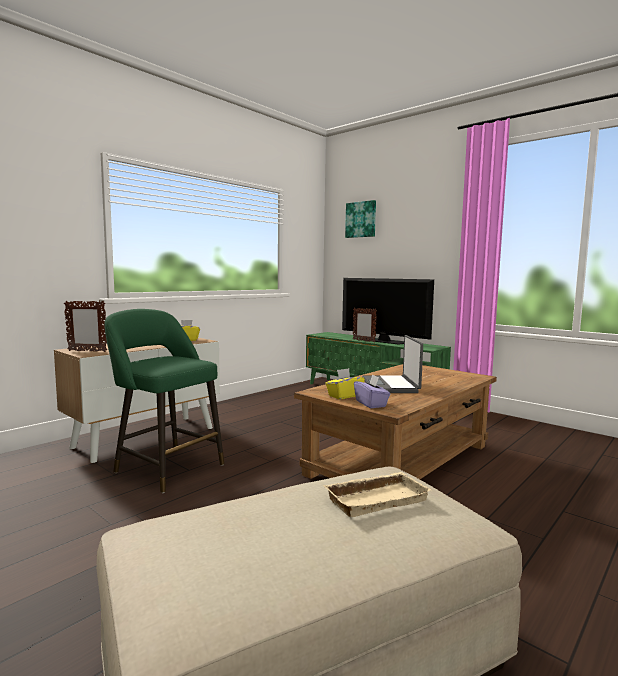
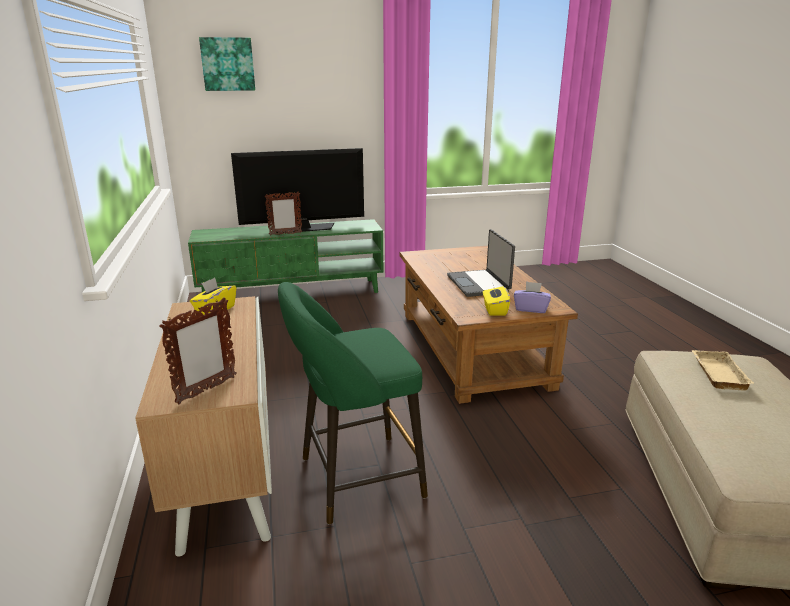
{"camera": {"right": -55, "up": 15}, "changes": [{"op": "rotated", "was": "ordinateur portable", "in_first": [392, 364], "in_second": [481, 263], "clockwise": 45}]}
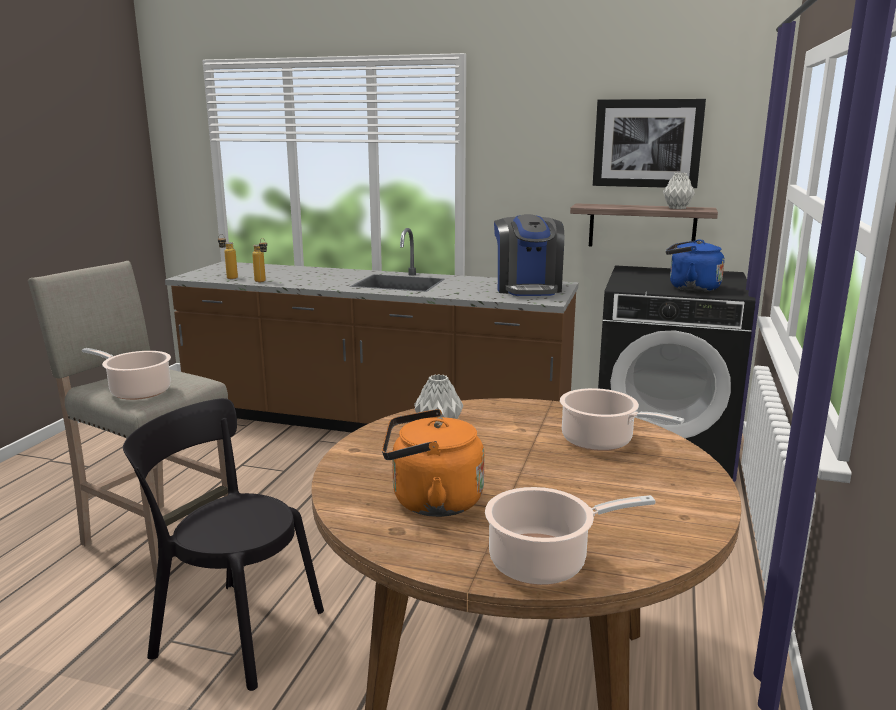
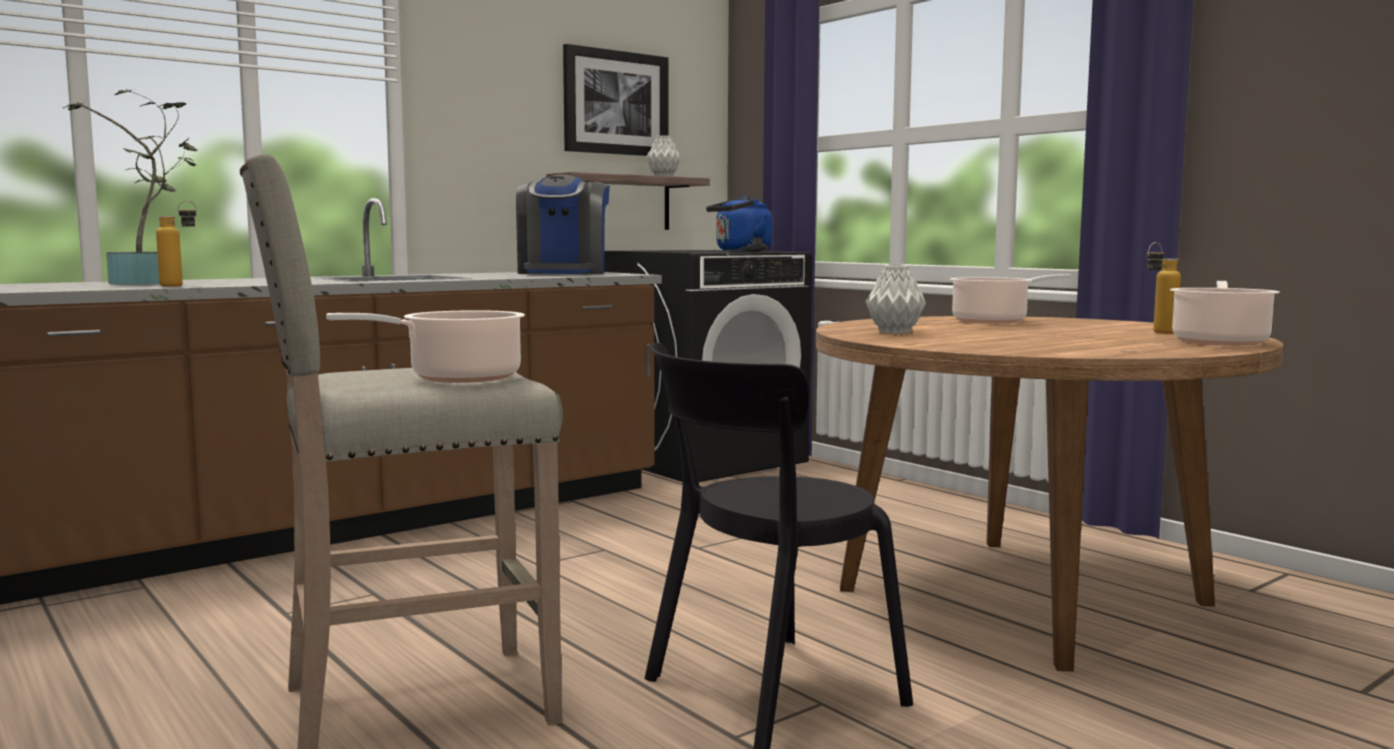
{"camera": {"right": -55, "up": -10}, "changes": [{"op": "new", "now": "plante en pot", "in_second": [130, 187]}, {"op": "rotated", "was": "machine à café", "in_first": [529, 255], "in_second": [563, 224], "clockwise": 60}, {"op": "shifted", "was": "bouteille", "in_first": [228, 256], "in_second": [1163, 288]}, {"op": "gone", "was": "bouilloire [orange]", "in_first": [433, 463]}]}
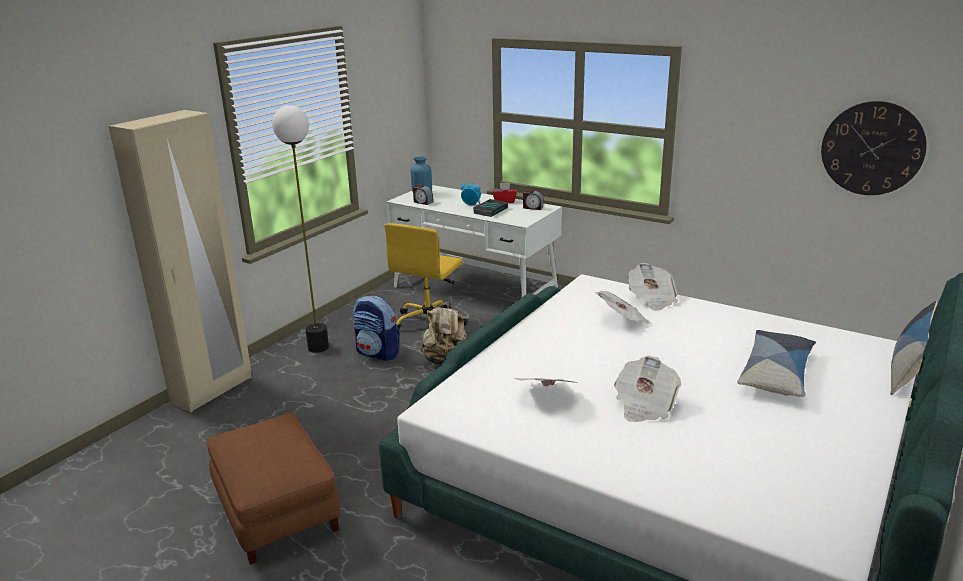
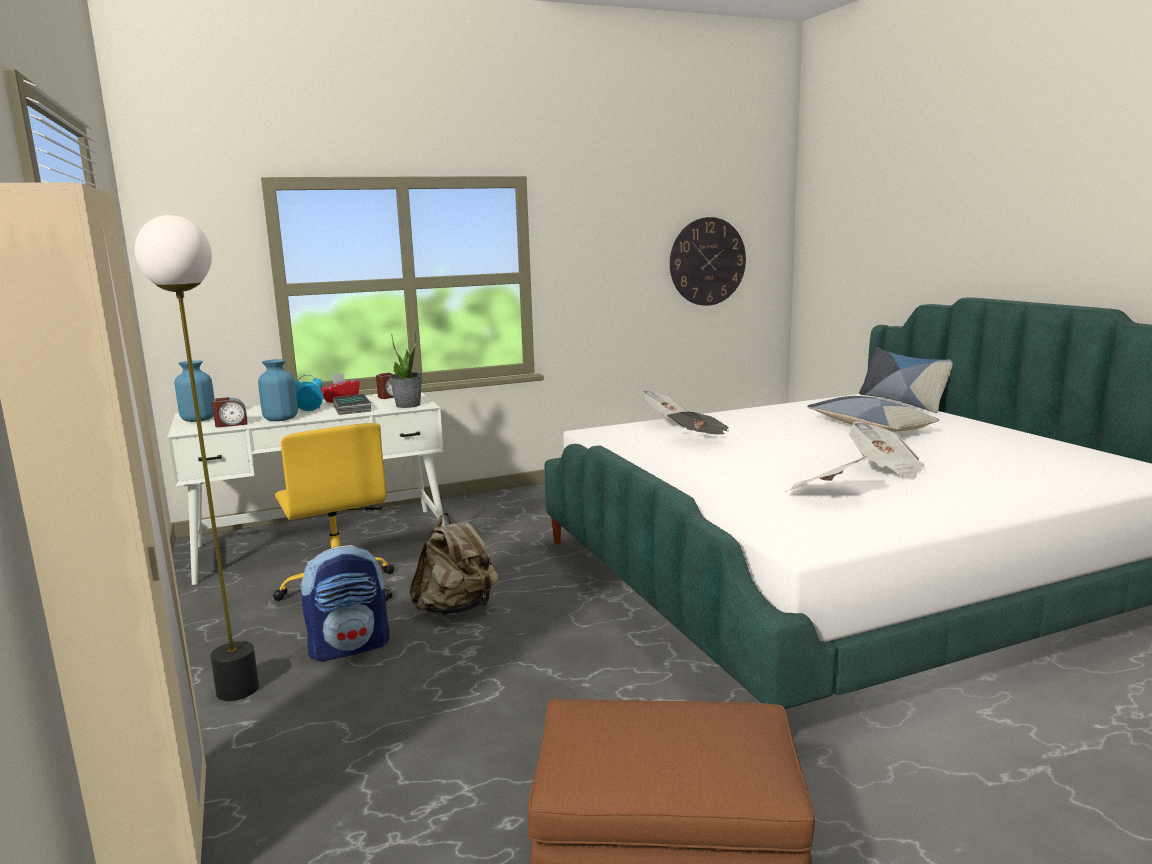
{"camera": {"right": -55, "up": -10}, "changes": [{"op": "new", "now": "vase [bleu]", "in_second": [278, 390]}, {"op": "new", "now": "plante en pot", "in_second": [406, 369]}]}
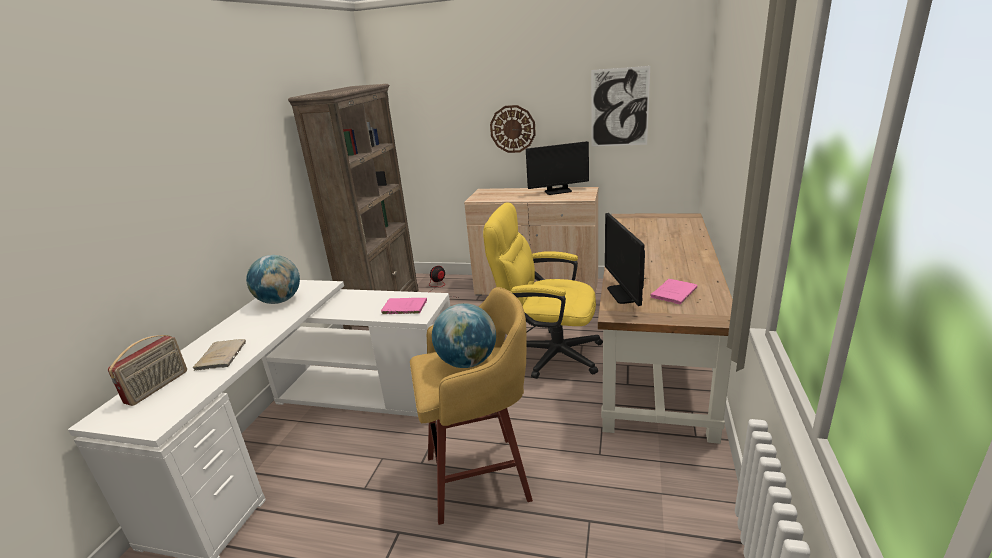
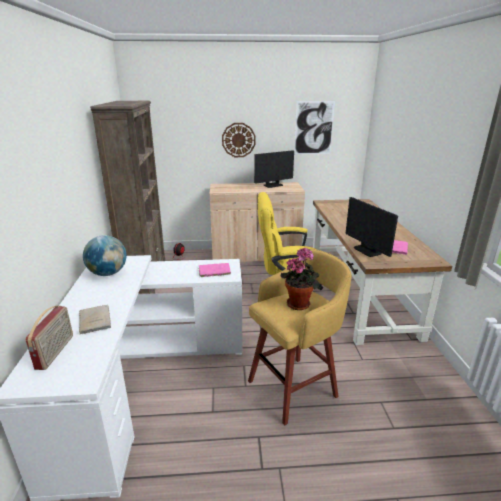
{"camera": {"right": -20, "up": 0}, "changes": [{"op": "swapped", "was": "globe", "now": "plante en pot", "in_first": [464, 335], "in_second": [300, 279]}]}
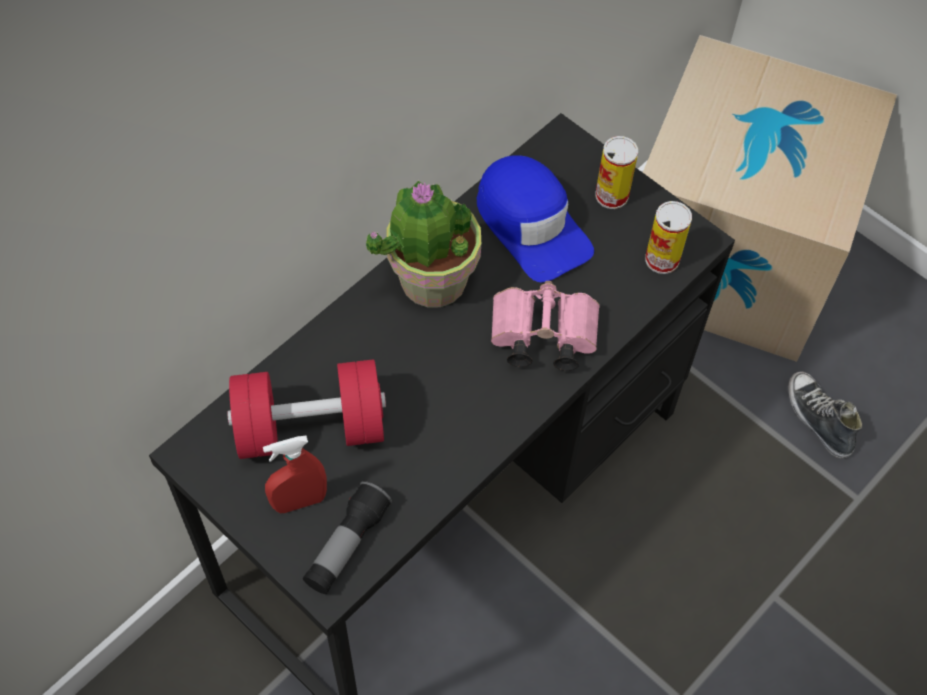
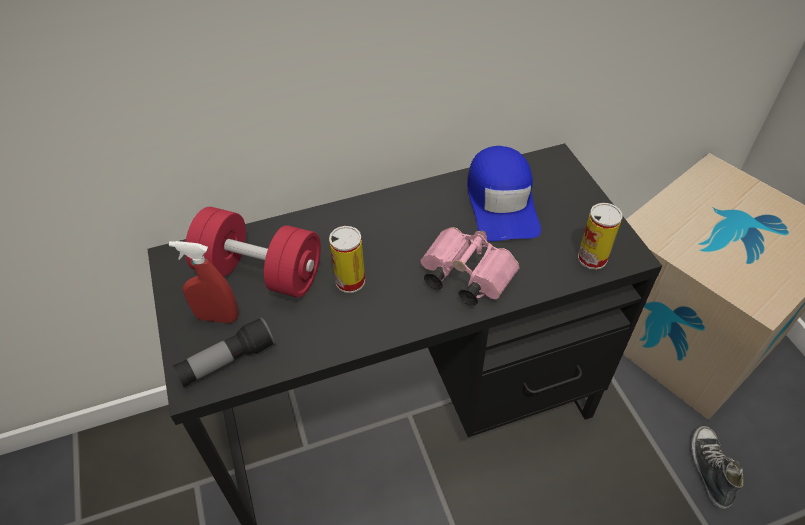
{"camera": {"right": 30, "up": -10}, "changes": [{"op": "shifted", "was": "boîte métallique", "in_first": [616, 172], "in_second": [347, 259]}, {"op": "gone", "was": "plante en pot", "in_first": [423, 243]}]}
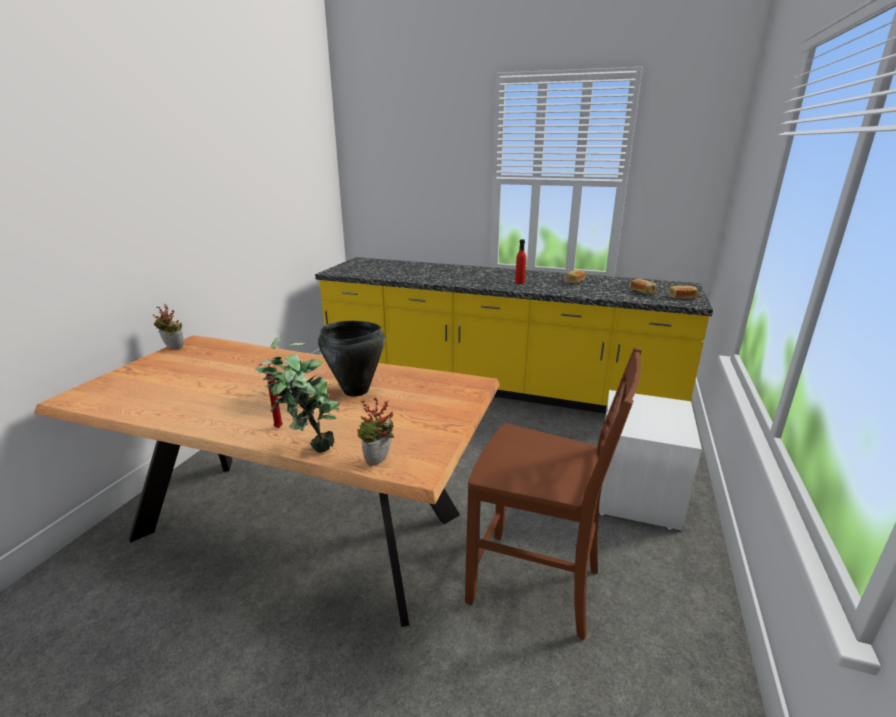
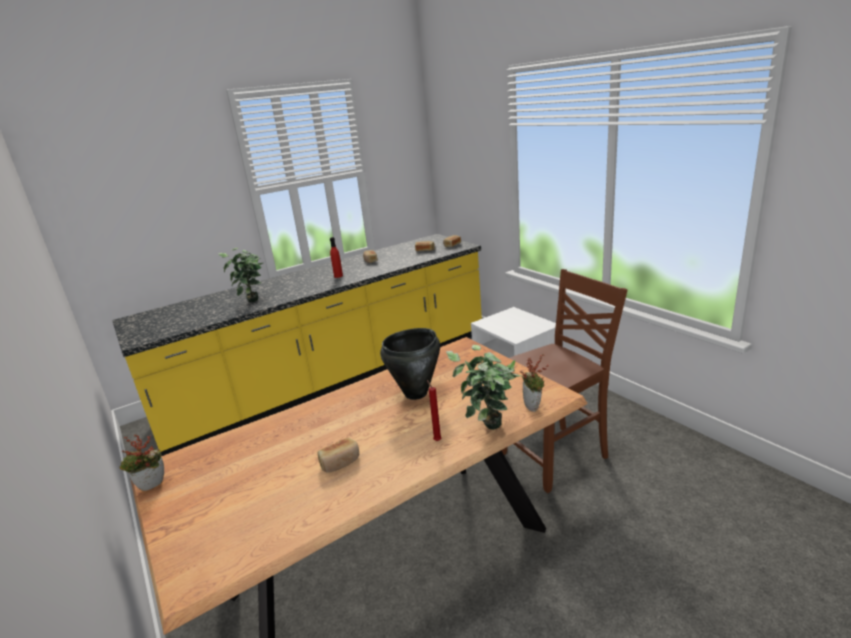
{"camera": {"right": -50, "up": 0}, "changes": [{"op": "new", "now": "plante en pot", "in_second": [240, 275]}, {"op": "new", "now": "pain", "in_second": [338, 455]}]}
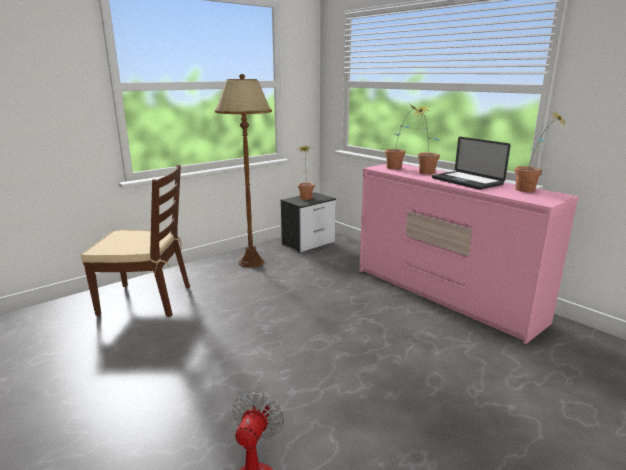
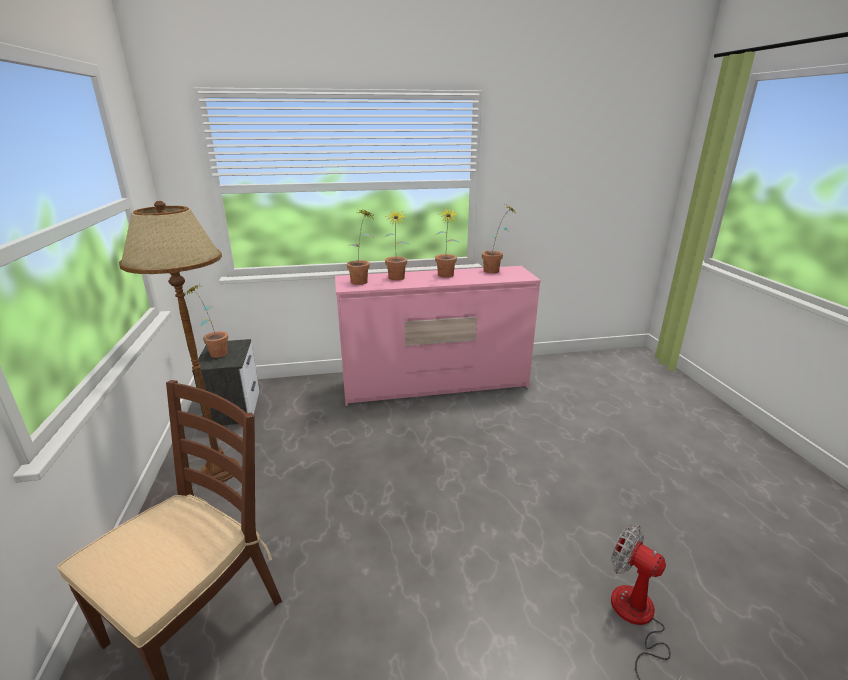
{"camera": {"right": -60, "up": 5}, "changes": [{"op": "swapped", "was": "ordinateur portable", "now": "plante en pot", "in_first": [471, 163], "in_second": [447, 242]}]}
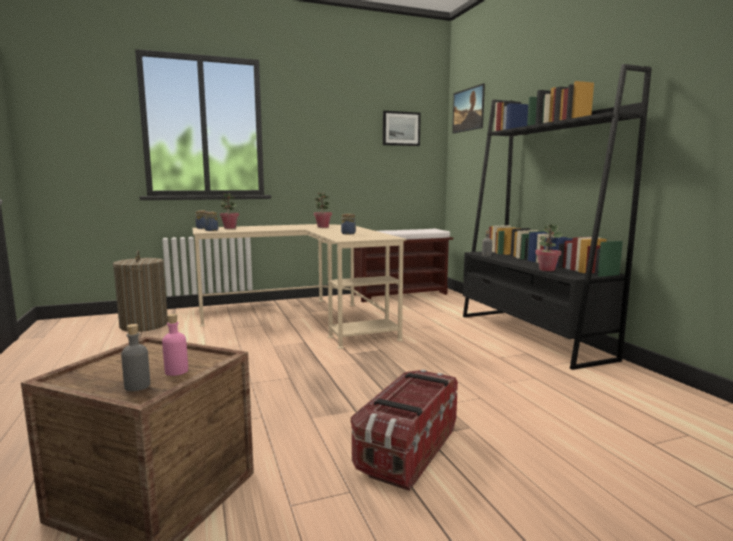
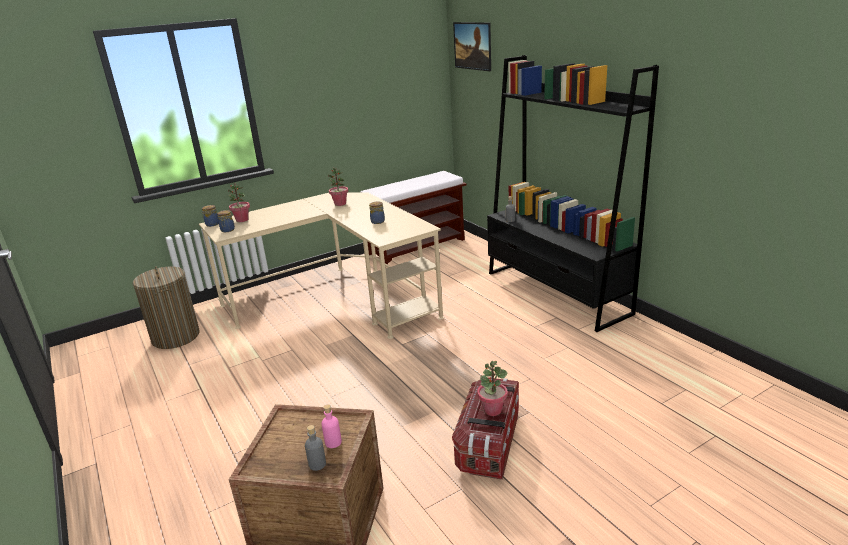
{"camera": {"right": -10, "up": 15}, "changes": [{"op": "shifted", "was": "plante en pot", "in_first": [549, 247], "in_second": [492, 388]}, {"op": "gone", "was": "tableau", "in_first": [402, 128]}]}
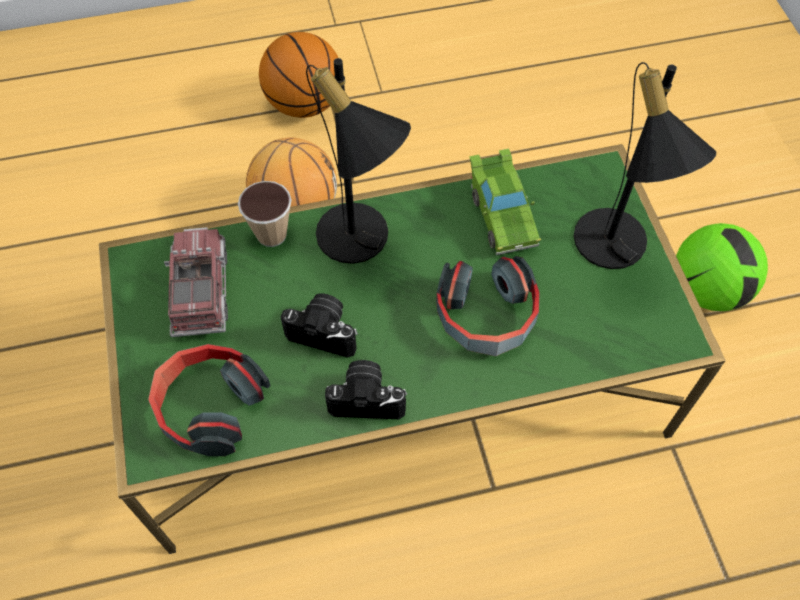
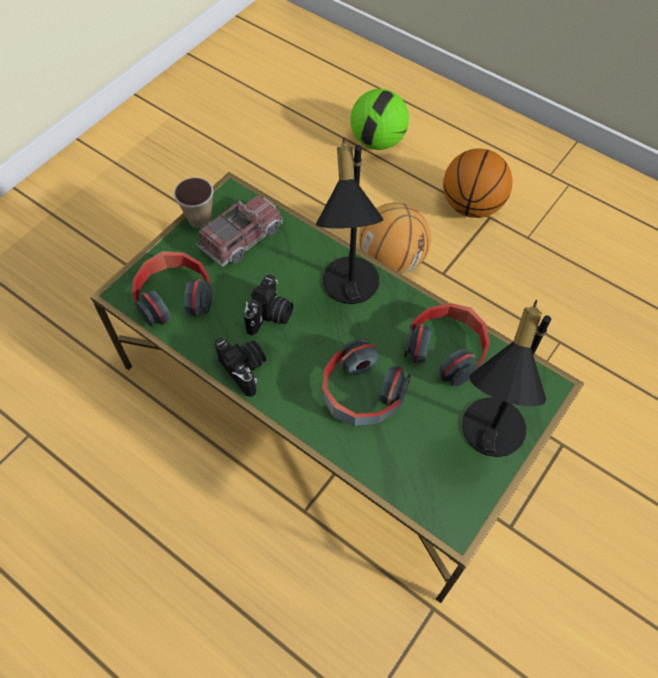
{"camera": {"right": 50, "up": 0}, "changes": [{"op": "shifted", "was": "tasse", "in_first": [265, 214], "in_second": [193, 202]}, {"op": "rotated", "was": "appareil photo", "in_first": [319, 325], "in_second": [268, 305], "clockwise": 45}, {"op": "shifted", "was": "ballon de foot", "in_first": [722, 267], "in_second": [379, 119]}, {"op": "swapped", "was": "petite voiture [vert]", "now": "casque audio", "in_first": [505, 202], "in_second": [447, 344]}]}
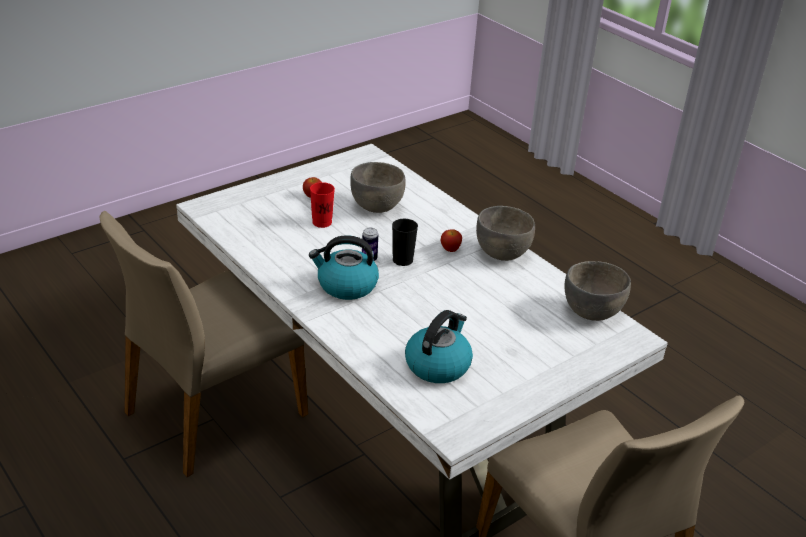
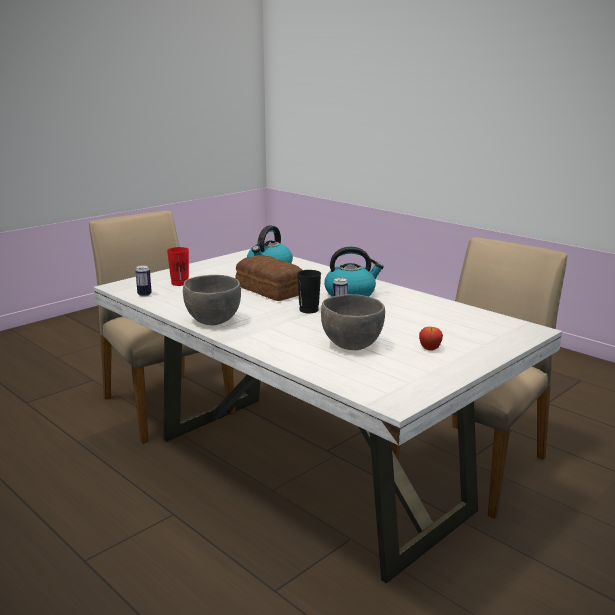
{"camera": {"right": 175, "up": -15}, "changes": [{"op": "swapped", "was": "bol [gris]", "now": "boîte métallique", "in_first": [597, 291], "in_second": [143, 281]}, {"op": "shifted", "was": "tasse [rouge]", "in_first": [322, 205], "in_second": [178, 266]}, {"op": "new", "now": "pain", "in_second": [268, 278]}, {"op": "gone", "was": "pomme", "in_first": [451, 240]}]}
